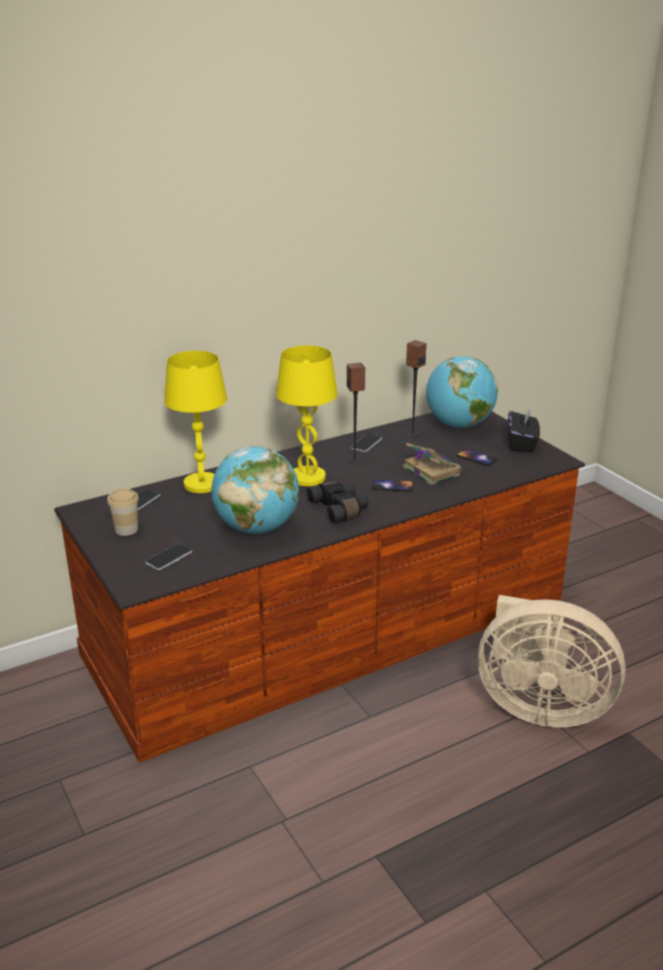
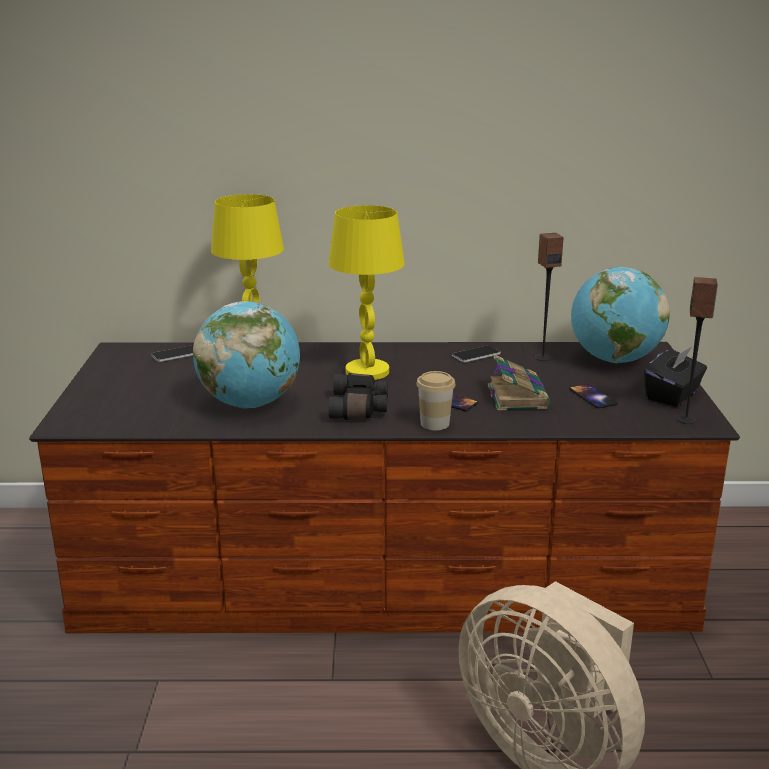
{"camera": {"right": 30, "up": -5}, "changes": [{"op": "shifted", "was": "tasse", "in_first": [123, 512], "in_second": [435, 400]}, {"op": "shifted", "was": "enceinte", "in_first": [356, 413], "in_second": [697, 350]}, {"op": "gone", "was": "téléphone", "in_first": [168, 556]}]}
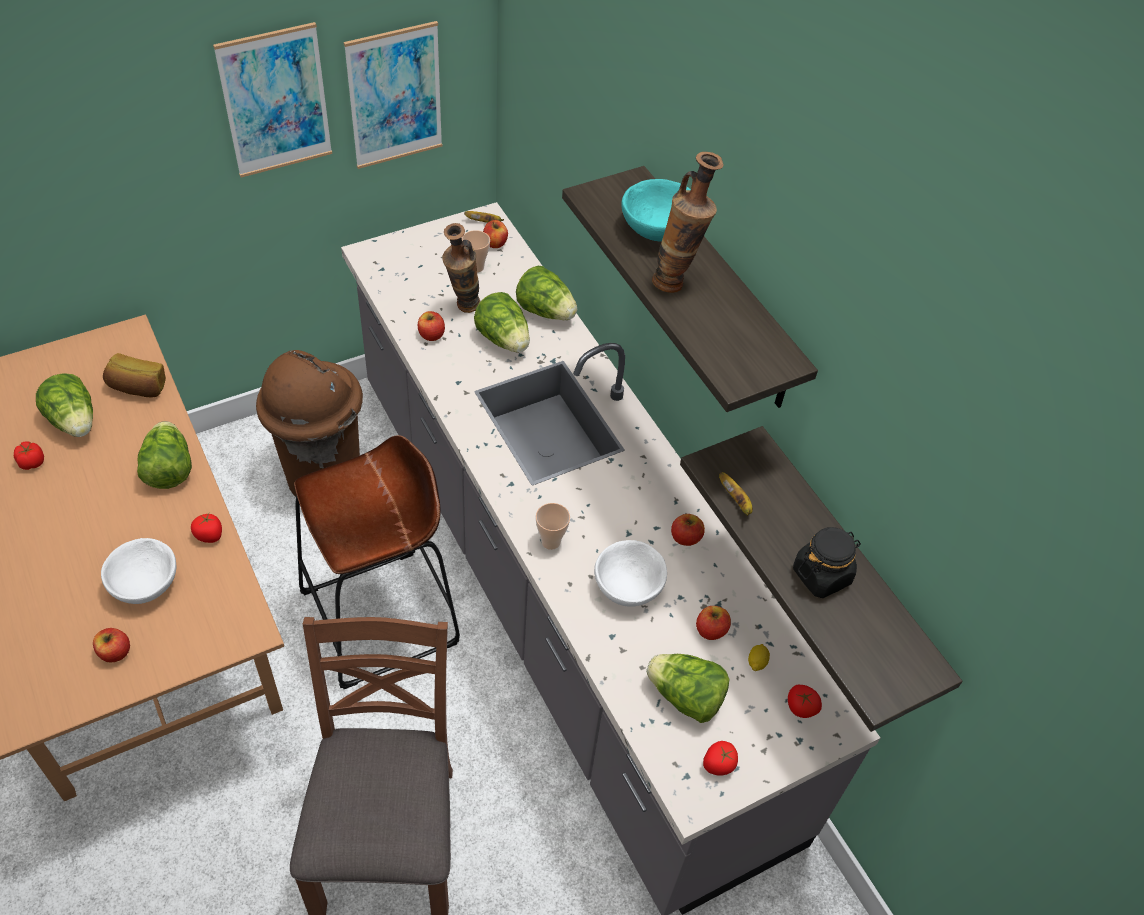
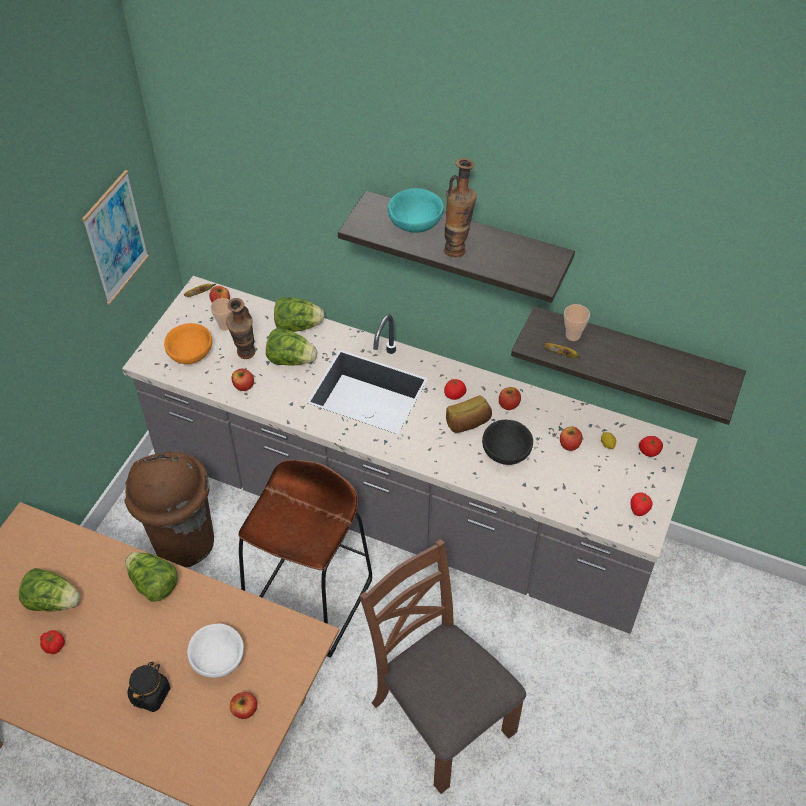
{"camera": {"right": -35, "up": 0}, "changes": [{"op": "shifted", "was": "bocal [noir]", "in_first": [827, 562], "in_second": [148, 687]}, {"op": "new", "now": "bol [orange]", "in_second": [188, 343]}, {"op": "shifted", "was": "tomate", "in_first": [206, 528], "in_second": [455, 389]}, {"op": "shifted", "was": "pain", "in_first": [134, 375], "in_second": [469, 414]}, {"op": "repainted", "was": "bol [blanc]", "now": "bol [noir]", "in_first": [630, 573], "in_second": [507, 442]}, {"op": "shifted", "was": "tasse", "in_first": [553, 526], "in_second": [577, 322]}, {"op": "gone", "was": "tableau", "in_first": [272, 100]}, {"op": "gone", "was": "laitue", "in_first": [688, 688]}]}
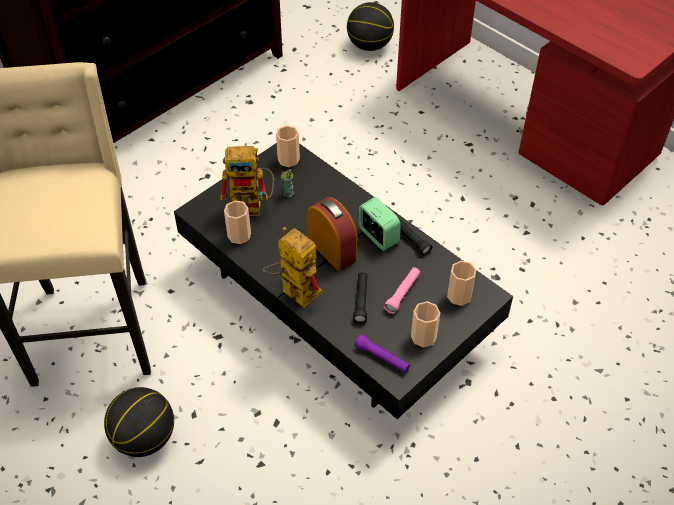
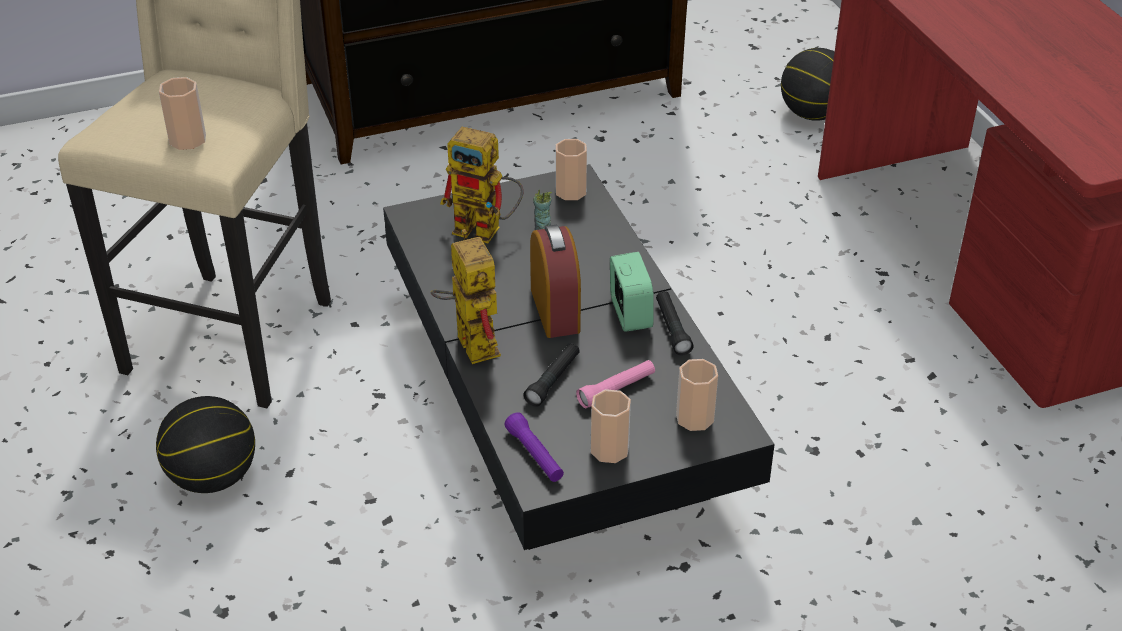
{"camera": {"right": 25, "up": -10}, "changes": [{"op": "shifted", "was": "tasse", "in_first": [237, 222], "in_second": [182, 113]}]}
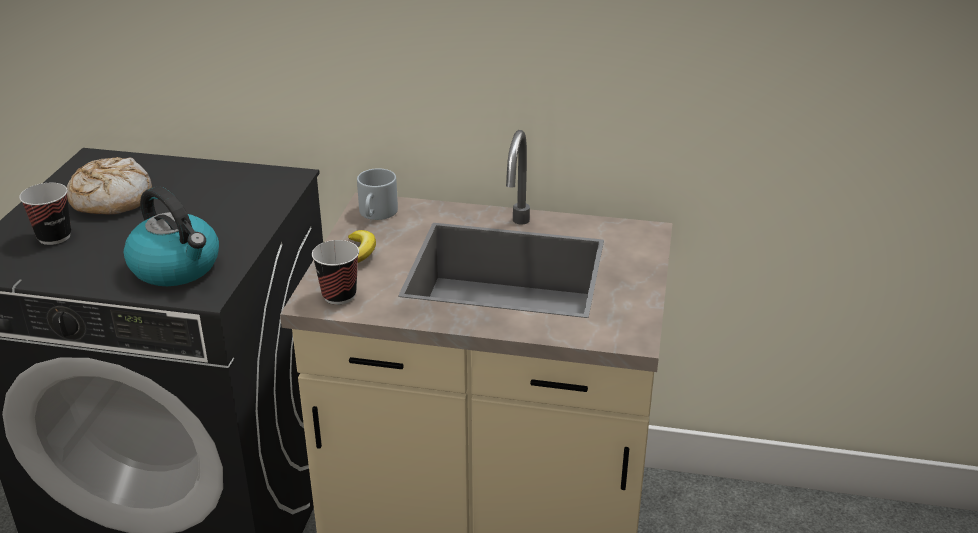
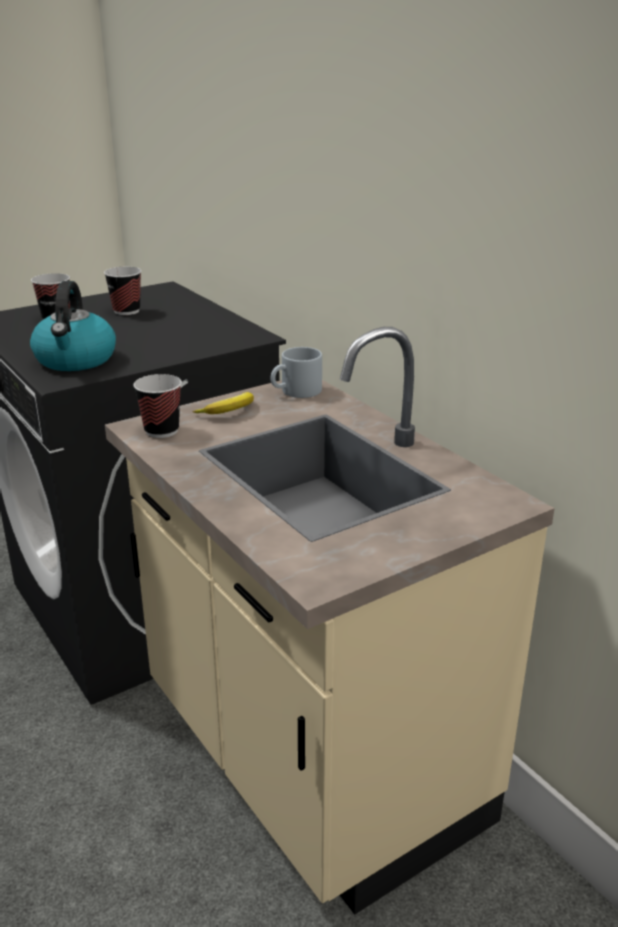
{"camera": {"right": 45, "up": -5}, "changes": [{"op": "swapped", "was": "pain", "now": "tasse", "in_first": [109, 185], "in_second": [122, 291]}]}
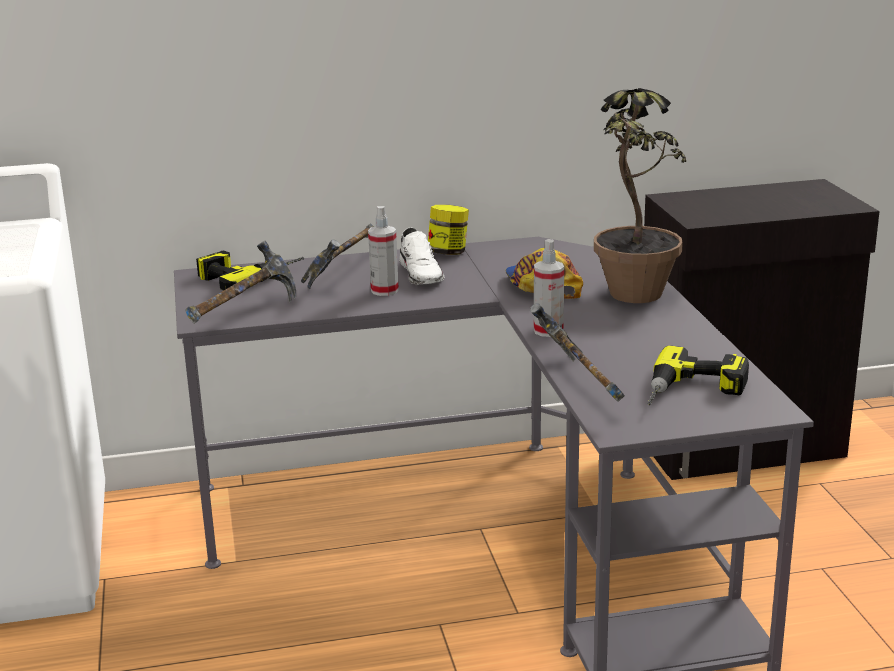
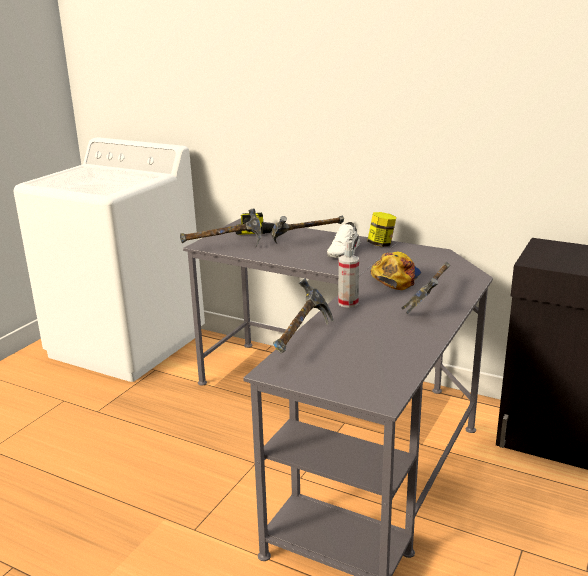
{"camera": {"right": 40, "up": 0}, "changes": [{"op": "swapped", "was": "plante en pot", "now": "marteau", "in_first": [640, 195], "in_second": [425, 288]}, {"op": "gone", "was": "vaporisateur", "in_first": [383, 251]}, {"op": "gone", "was": "perceuse", "in_first": [698, 375]}]}
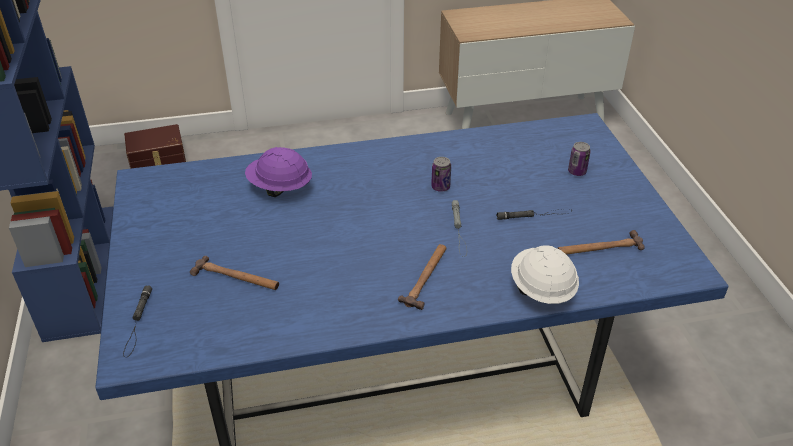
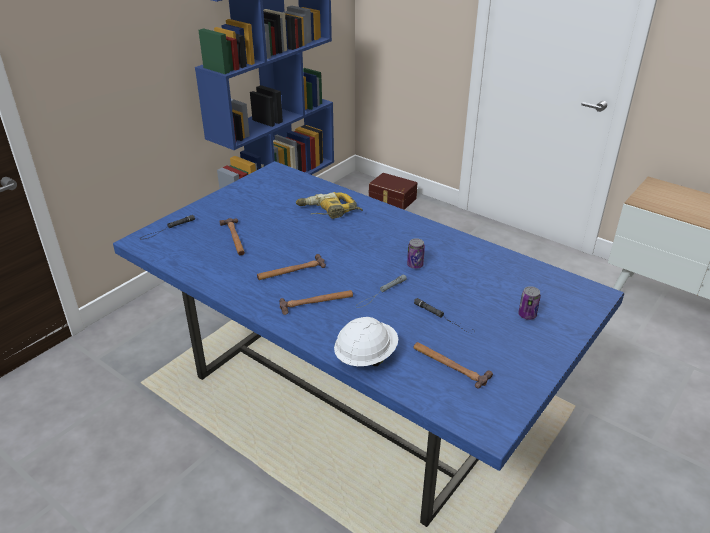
{"camera": {"right": 50, "up": -5}, "changes": [{"op": "new", "now": "marteau", "in_second": [291, 267]}, {"op": "swapped", "was": "casque de chantier [violet]", "now": "perceuse", "in_first": [278, 172], "in_second": [329, 205]}]}
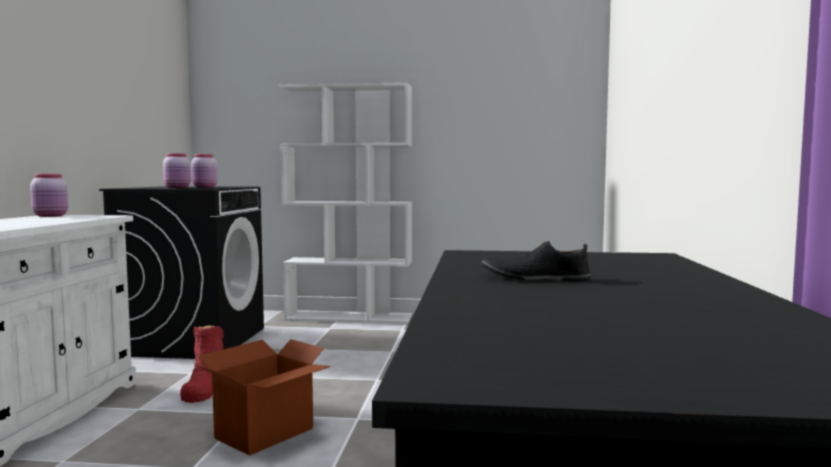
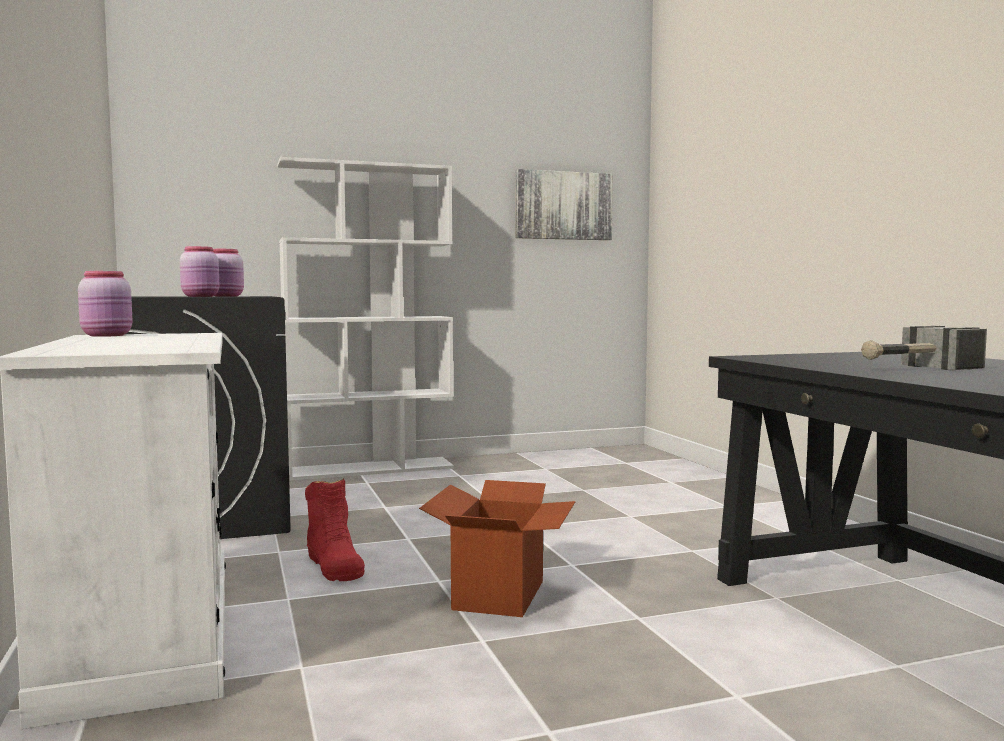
{"camera": {"right": -25, "up": 0}, "changes": [{"op": "new", "now": "tableau", "in_second": [564, 204]}, {"op": "swapped", "was": "chaussure [noir]", "now": "marteau", "in_first": [536, 261], "in_second": [924, 348]}]}
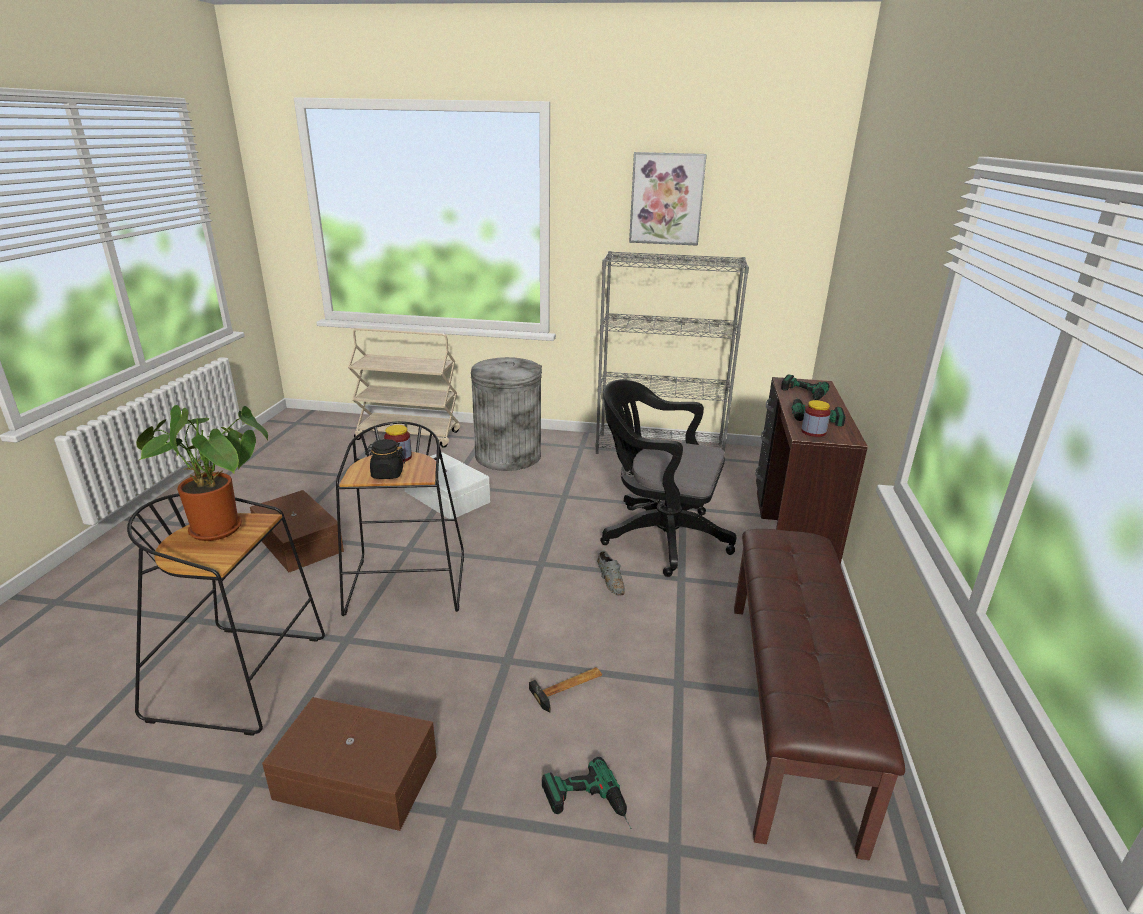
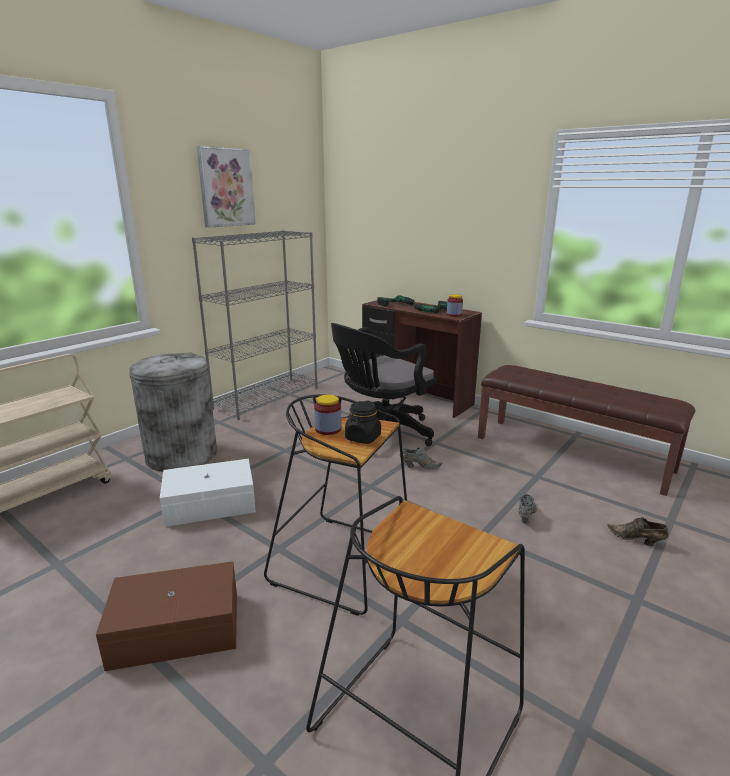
{"camera": {"right": -60, "up": -5}, "changes": [{"op": "swapped", "was": "marteau", "now": "chaussure [gris]", "in_first": [565, 689], "in_second": [528, 509]}, {"op": "swapped", "was": "perceuse", "now": "chaussure [marron]", "in_first": [586, 793], "in_second": [638, 531]}, {"op": "gone", "was": "plante en pot", "in_first": [202, 473]}, {"op": "gone", "was": "boîte de rangement [marron]", "in_first": [349, 764]}]}
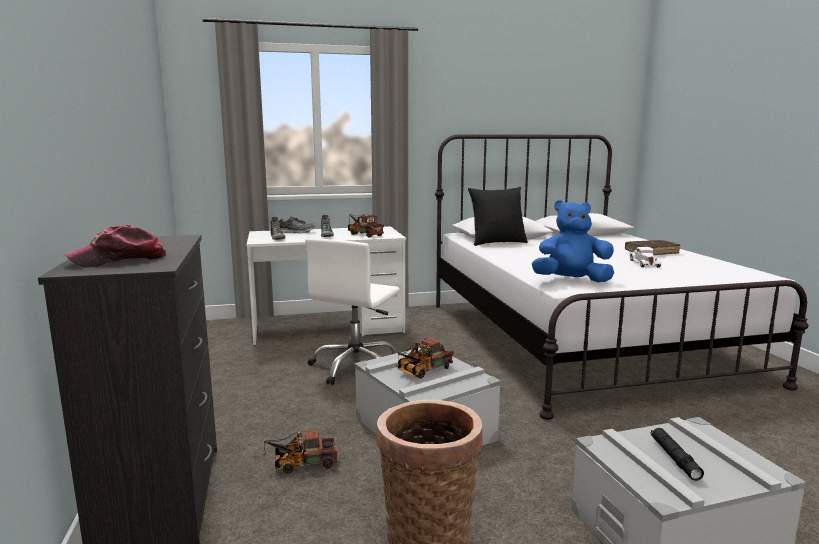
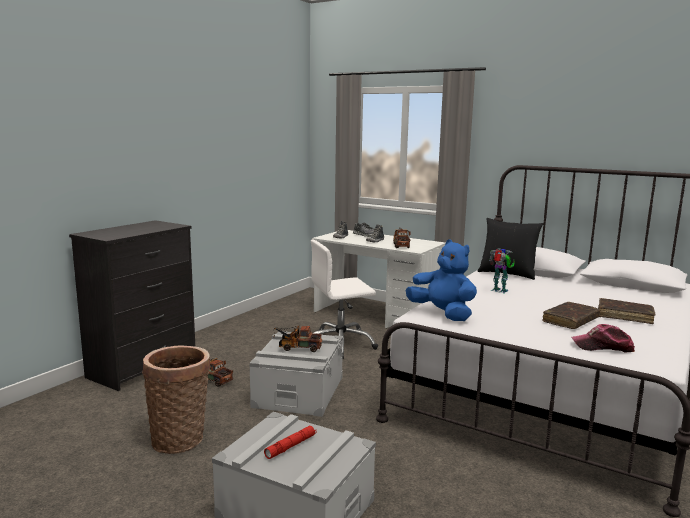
{"camera": {"right": 45, "up": 0}, "changes": [{"op": "repainted", "was": "lampe de poche [noir]", "now": "lampe de poche [rouge]", "in_first": [677, 454], "in_second": [290, 442]}, {"op": "new", "now": "robot jouet", "in_second": [502, 270]}, {"op": "swapped", "was": "petite voiture [blanc]", "now": "livre [marron]", "in_first": [645, 257], "in_second": [571, 315]}, {"op": "shifted", "was": "casquette", "in_first": [115, 246], "in_second": [603, 338]}]}
